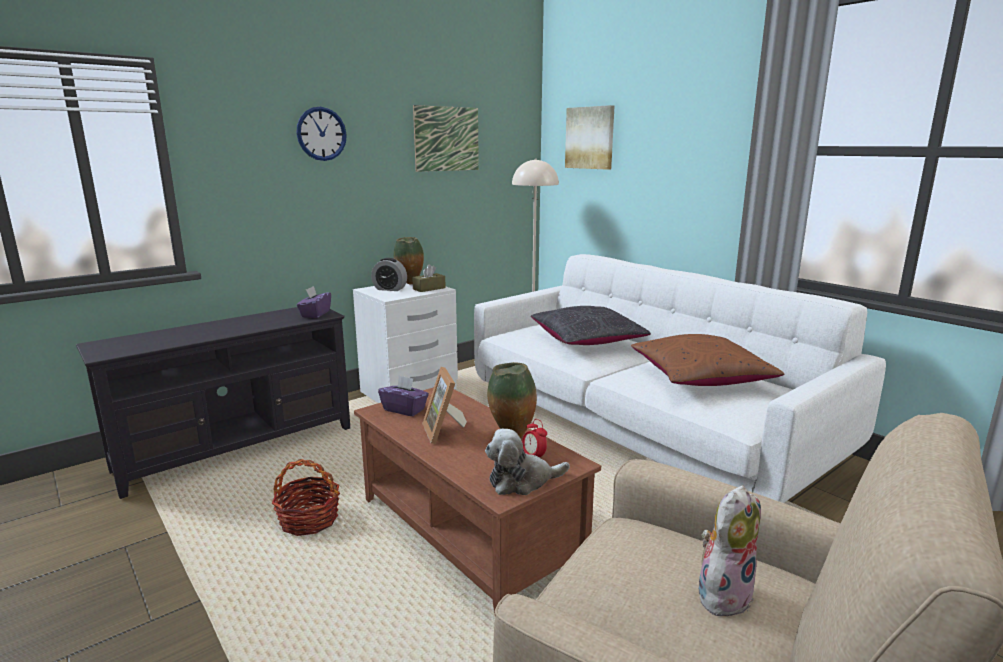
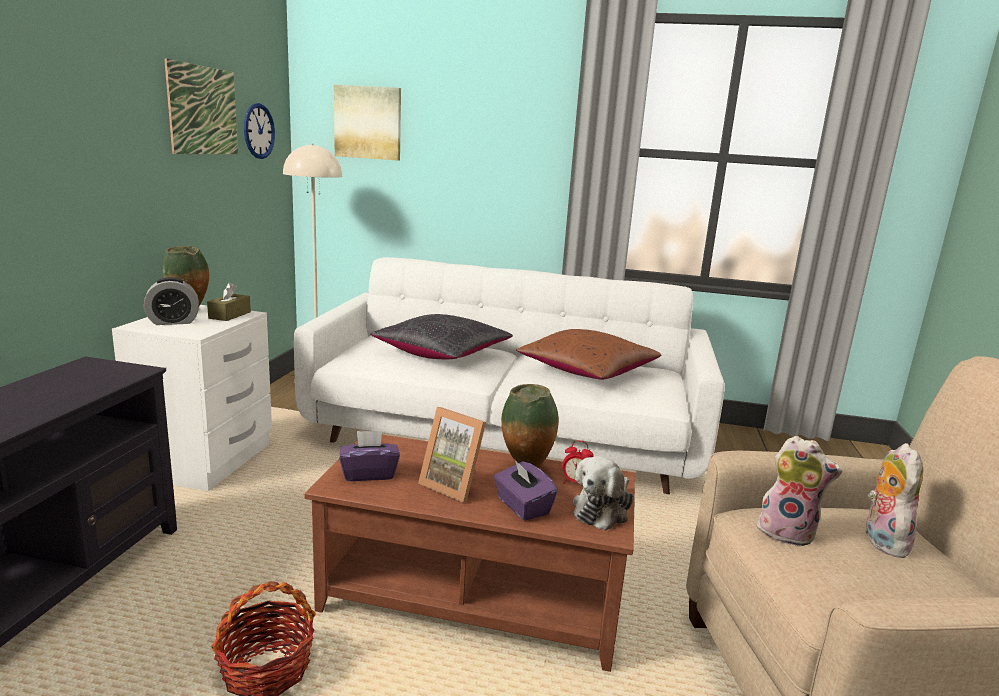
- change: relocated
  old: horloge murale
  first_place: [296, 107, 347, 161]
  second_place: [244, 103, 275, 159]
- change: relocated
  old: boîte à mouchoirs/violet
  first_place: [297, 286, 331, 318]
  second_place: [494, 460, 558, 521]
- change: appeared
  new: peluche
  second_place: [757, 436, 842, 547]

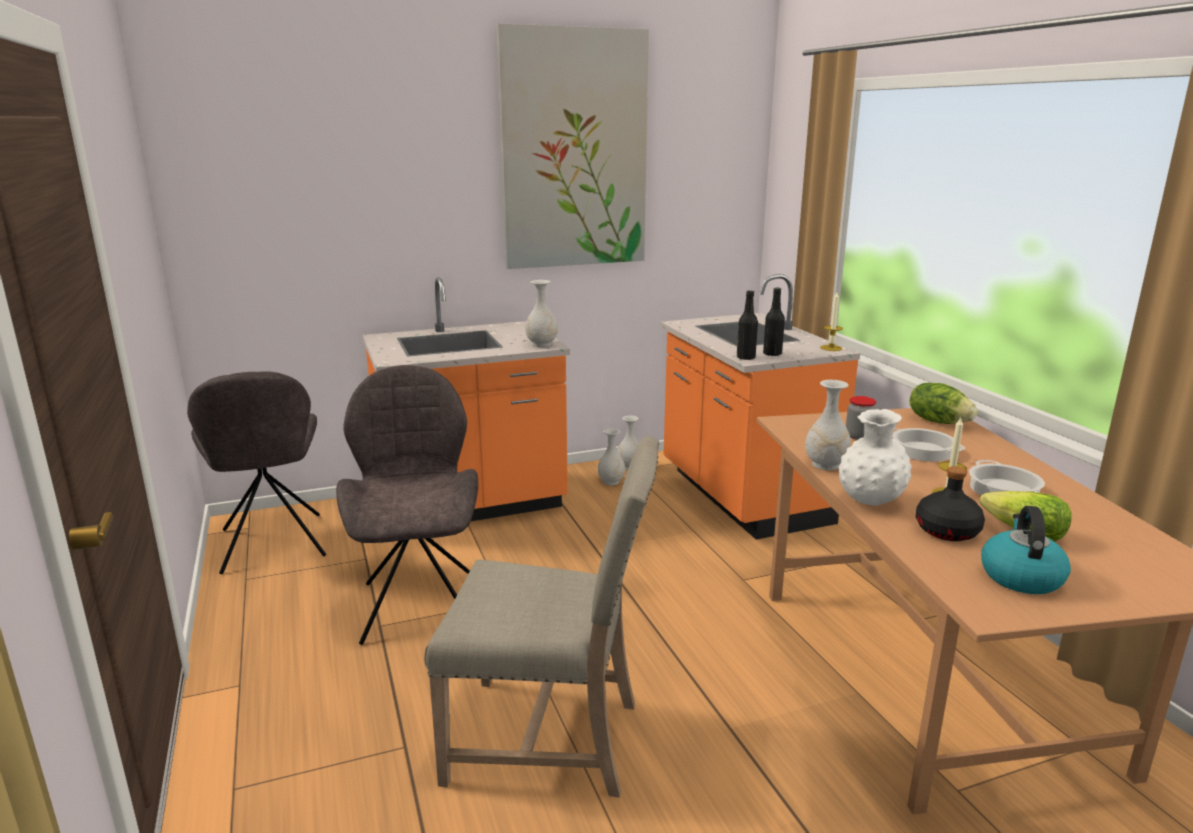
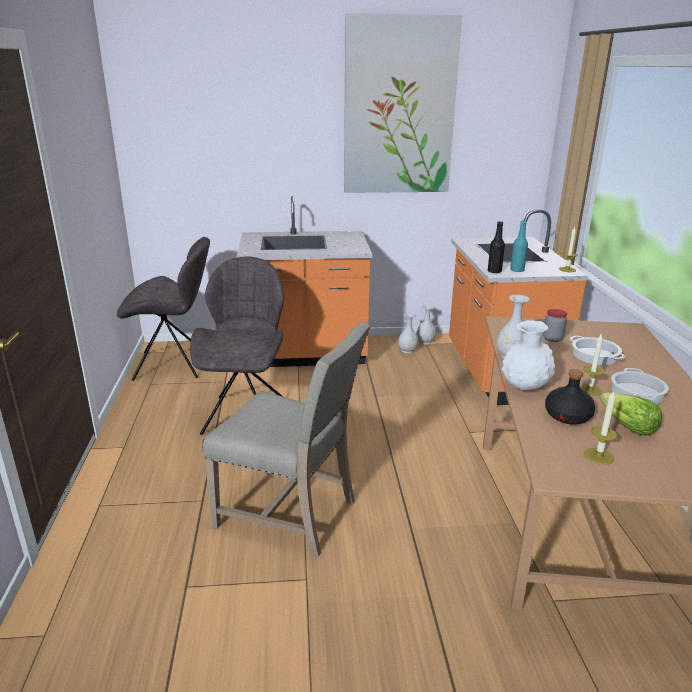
- change: spun
  old: chaise/gris
  first_place: [187, 371, 326, 574]
  second_place: [117, 237, 210, 381]
  degrees: -90
- change: colour
  old: bouteille/noir
  new: bouteille/turquoise
  first_place: [763, 288, 785, 356]
  second_place: [510, 220, 528, 272]
- change: exchanged
  old: bouilloire
  new: bougie
  first_place: [981, 506, 1071, 594]
  second_place: [585, 391, 617, 465]
- change: missing
  old: vase/blanc
  first_place: [525, 280, 558, 347]
- change: missing
  old: laitue
  first_place: [909, 383, 977, 424]

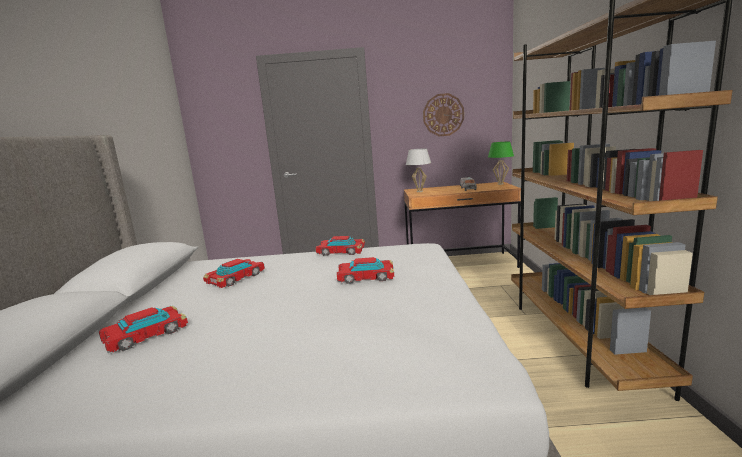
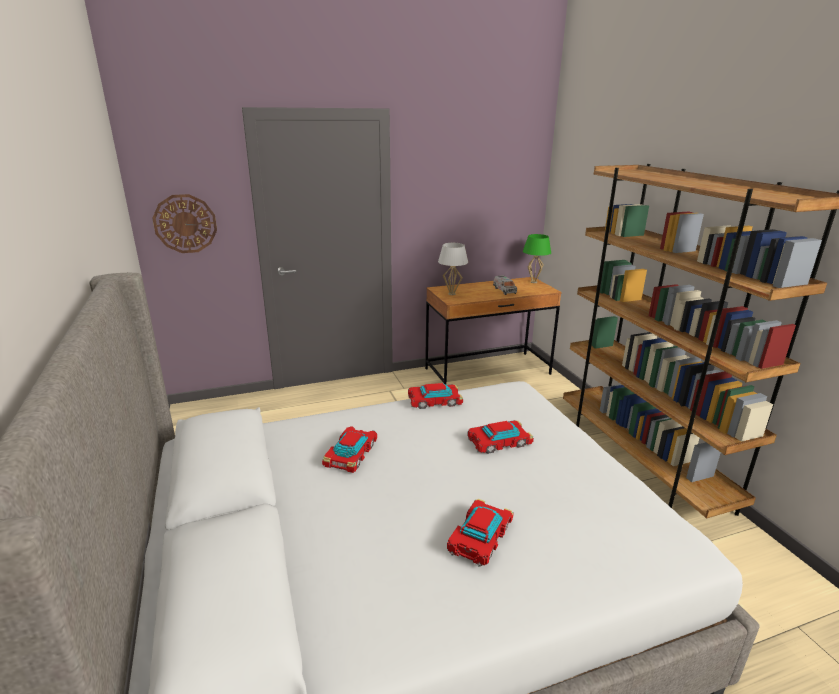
- change: relocated
  old: horloge murale
  first_place: [423, 93, 464, 136]
  second_place: [152, 194, 217, 253]
- change: relocated
  old: petite voiture
  first_place: [99, 306, 188, 353]
  second_place: [447, 499, 514, 567]

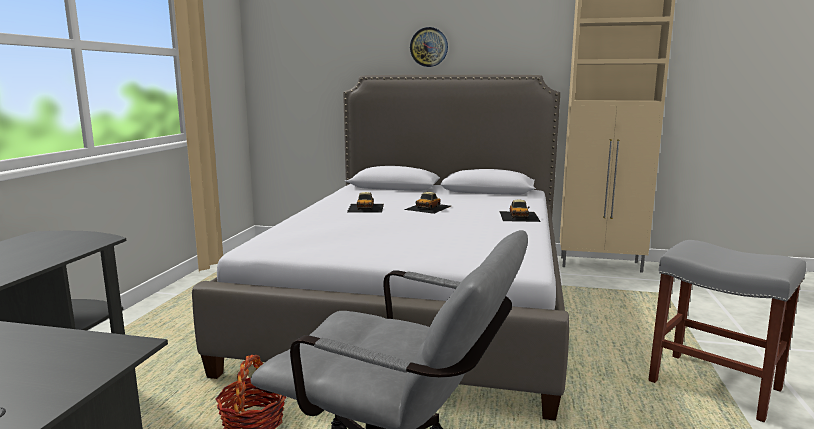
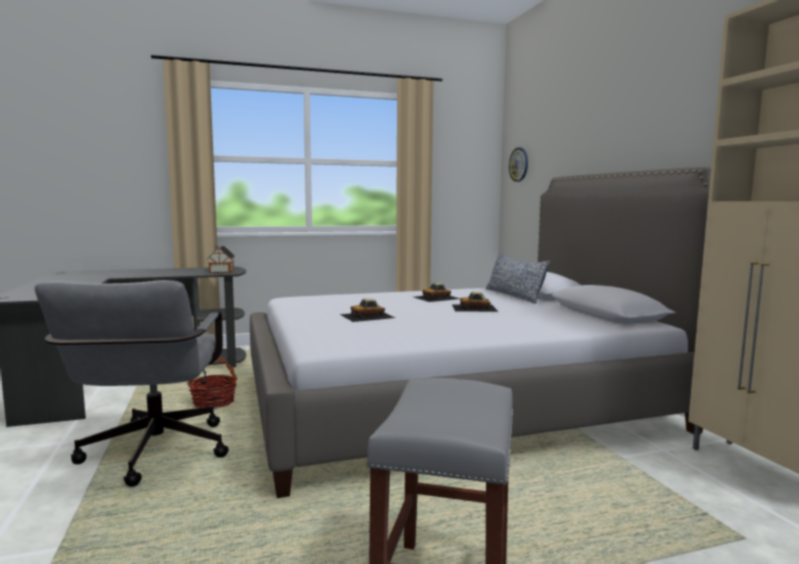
- change: appeared
  new: maison miniature
  second_place: [208, 245, 235, 273]
- change: relocated
  old: petite voiture
  first_place: [499, 200, 541, 222]
  second_place: [340, 298, 395, 322]
- change: appeared
  new: coussin
  second_place: [485, 253, 550, 304]
- change: relocated
  old: horloge murale
  first_place: [410, 27, 448, 67]
  second_place: [509, 147, 528, 182]

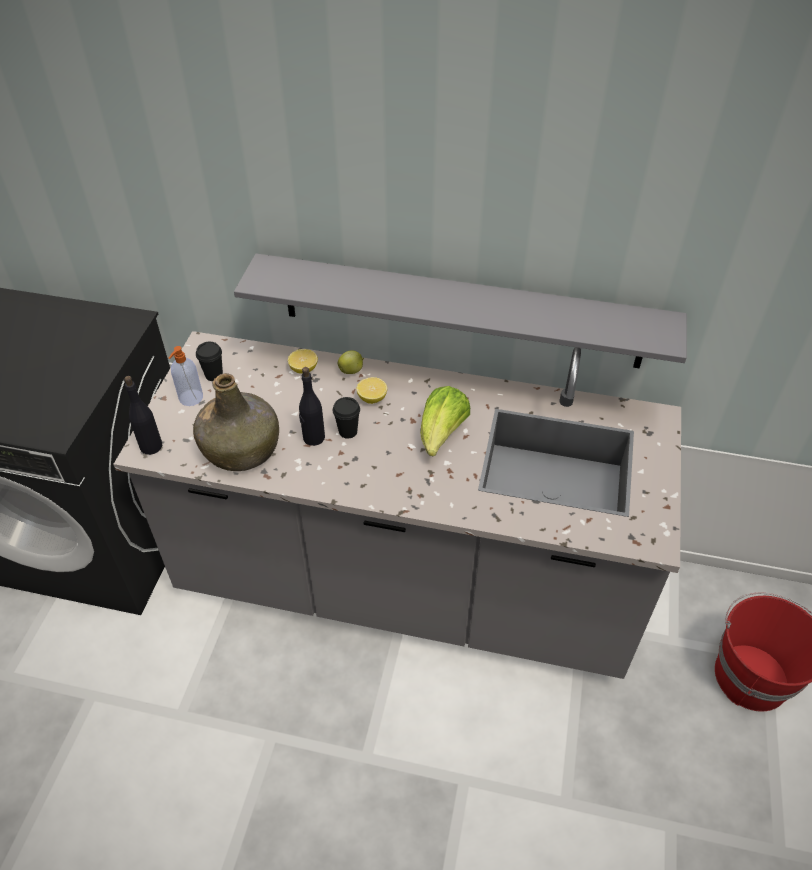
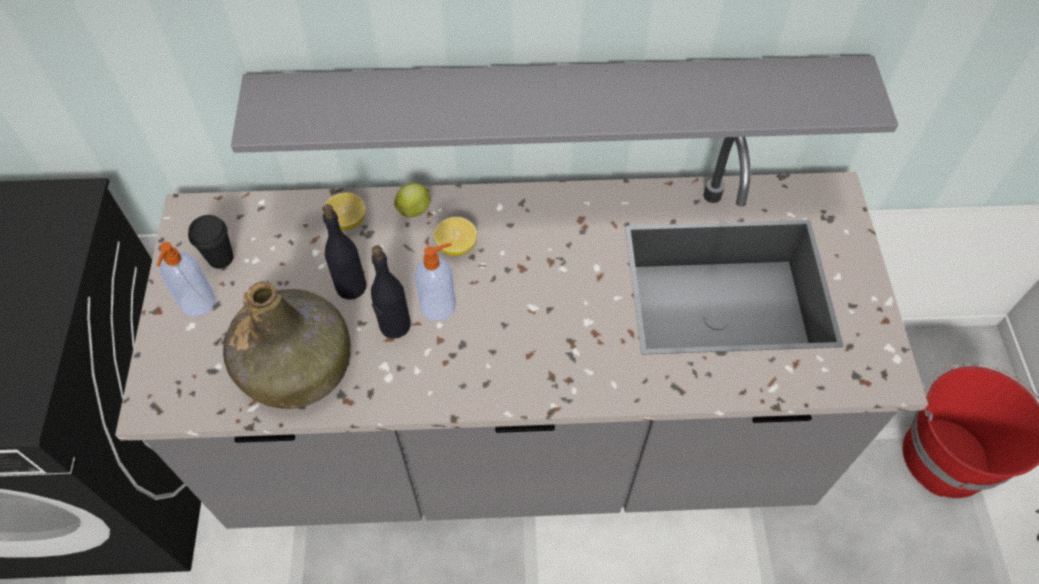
- change: relocated
  old: bouteille/noir
  first_place: [124, 376, 162, 455]
  second_place: [322, 204, 366, 300]
- change: exchanged
  old: tasse/noir
  new: distributeur de savon
  first_place: [333, 397, 360, 439]
  second_place: [415, 243, 456, 321]
- change: missing
  old: laitue
  first_place: [420, 386, 470, 456]

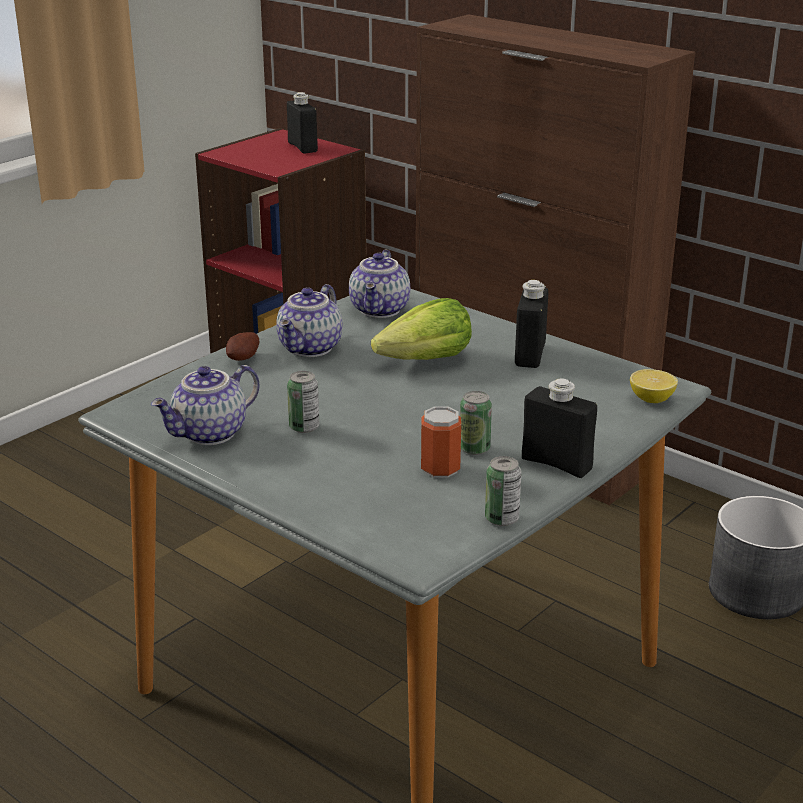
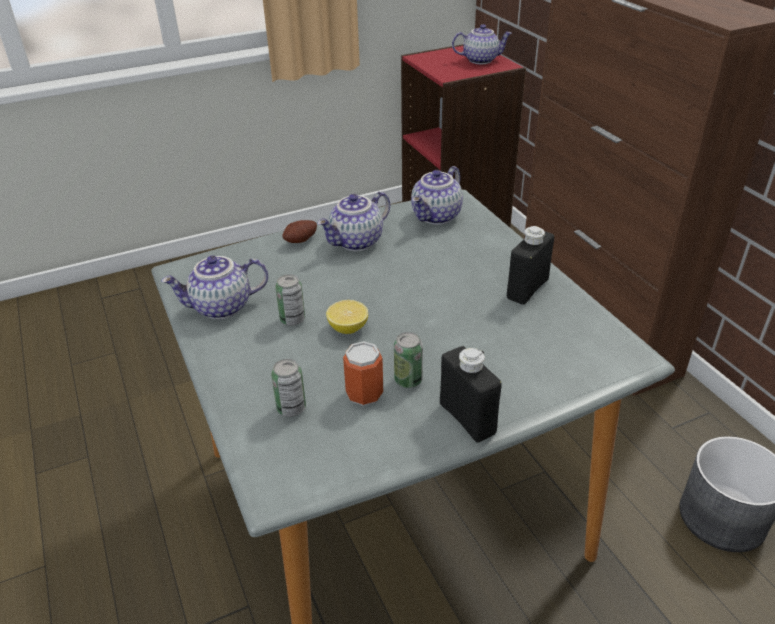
- change: relocated
  old: boîte métallique
  first_place: [485, 456, 522, 526]
  second_place: [271, 359, 306, 417]
- change: relocated
  old: citron
  first_place: [630, 369, 678, 403]
  second_place: [326, 300, 368, 334]
- change: exchanged
  old: bouteille/noir
  new: théière
  first_place: [287, 92, 318, 154]
  second_place: [452, 24, 512, 64]
- change: missing
  old: laitue
  first_place: [371, 298, 472, 360]

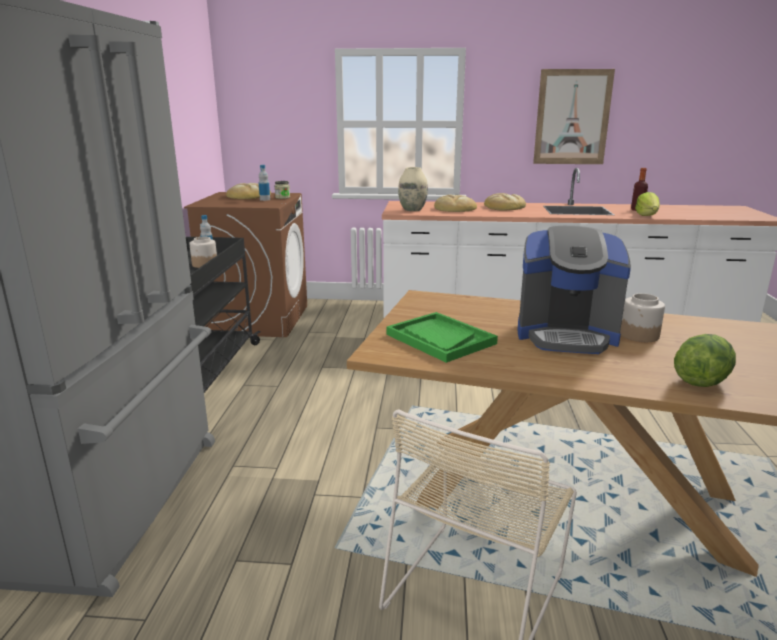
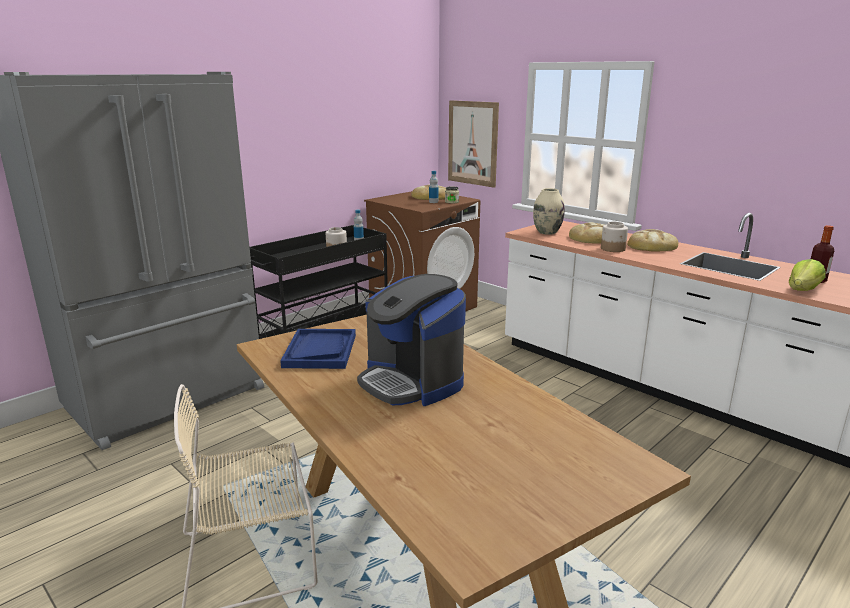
- change: colour
  old: plateau/vert
  new: plateau/bleu
  first_place: [386, 312, 498, 363]
  second_place: [280, 329, 356, 369]
- change: relocated
  old: tableau
  first_place: [533, 69, 615, 164]
  second_place: [448, 100, 499, 188]
- change: relocated
  old: bocal
  first_place: [620, 293, 665, 342]
  second_place: [601, 222, 628, 252]
- change: missing
  old: laitue
  first_place: [674, 334, 736, 387]

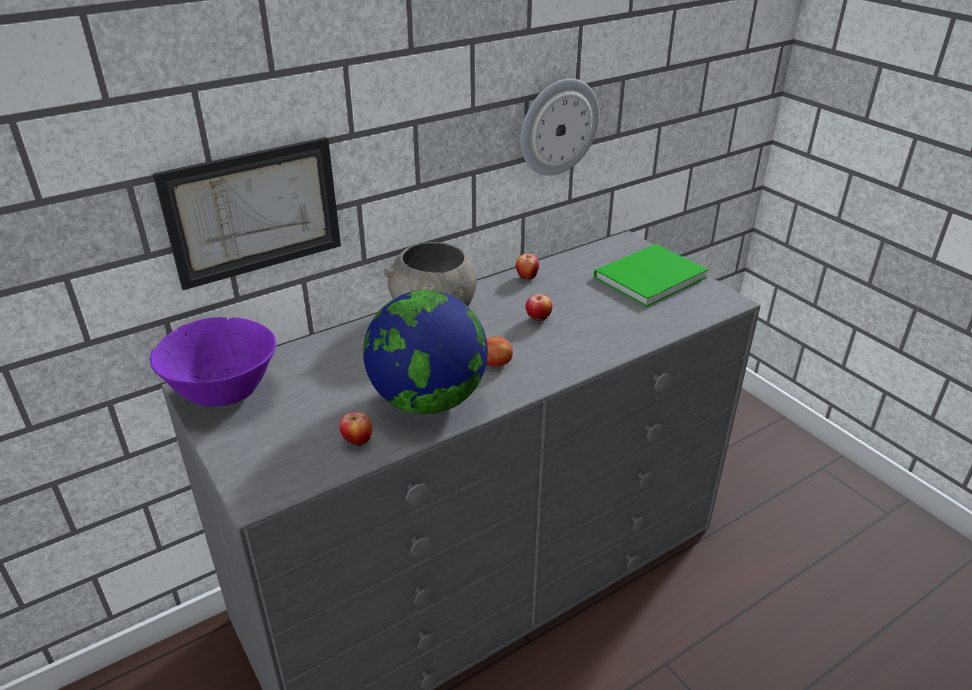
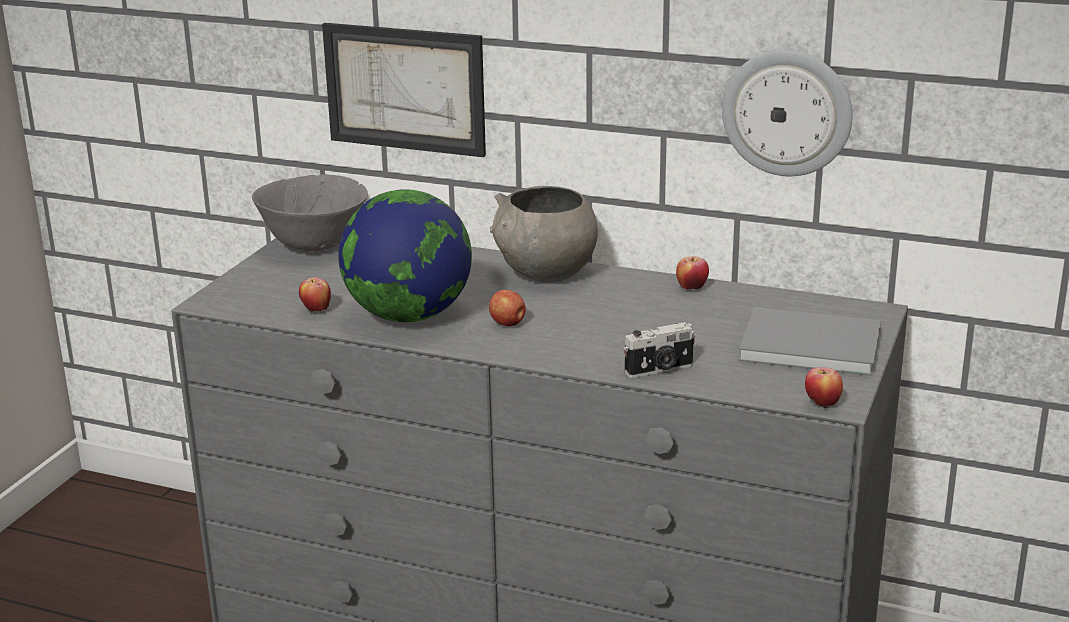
- change: colour
  old: bol/violet
  new: bol/gris
  first_place: [150, 317, 276, 407]
  second_place: [252, 174, 368, 252]
- change: appeared
  new: appareil photo
  second_place: [624, 322, 695, 378]
- change: colour
  old: livre/vert
  new: livre/gris
  first_place: [594, 244, 709, 307]
  second_place: [738, 307, 881, 376]
- change: relocated
  old: pomme
  first_place: [525, 294, 552, 321]
  second_place: [805, 367, 843, 408]

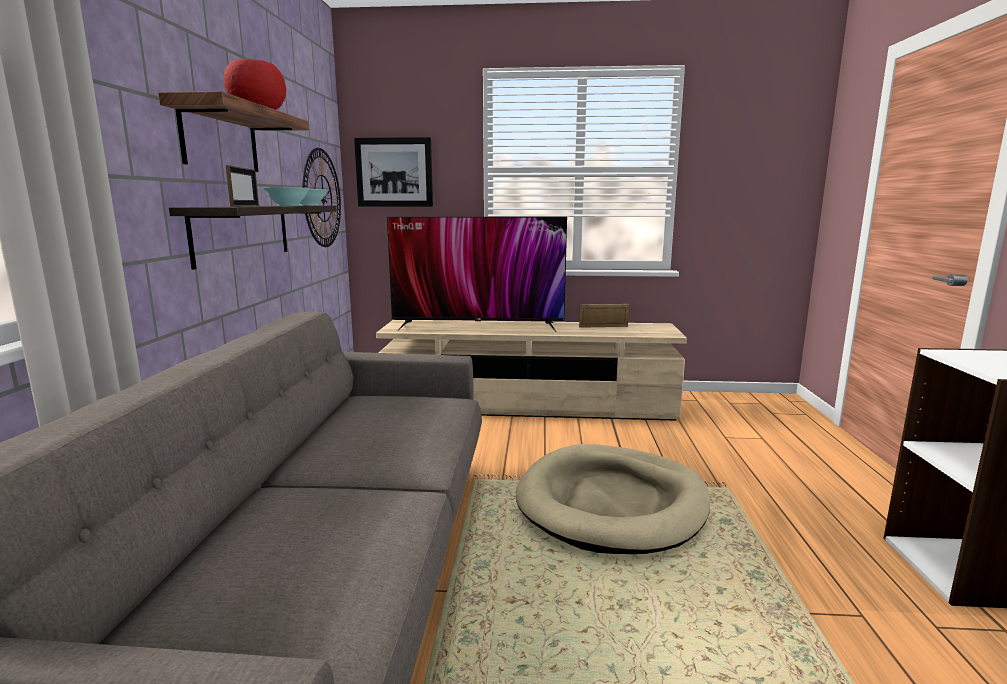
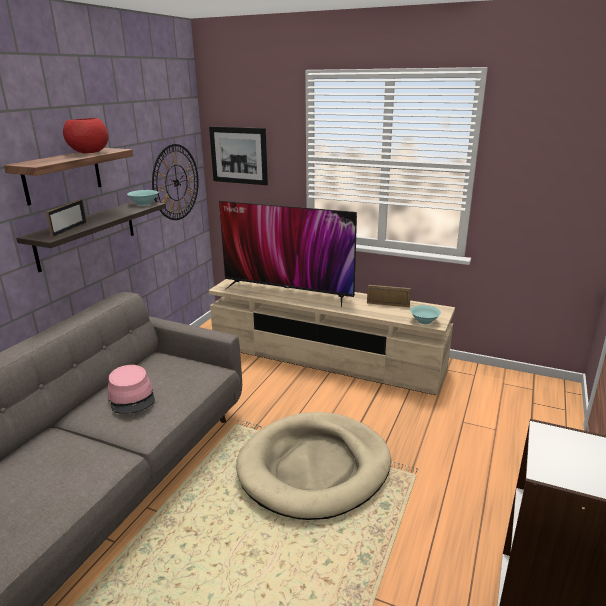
- change: appeared
  new: chapeau/rose
  second_place: [107, 365, 155, 414]
- change: relocated
  old: bol/turquoise
  first_place: [262, 187, 310, 206]
  second_place: [410, 305, 441, 324]

